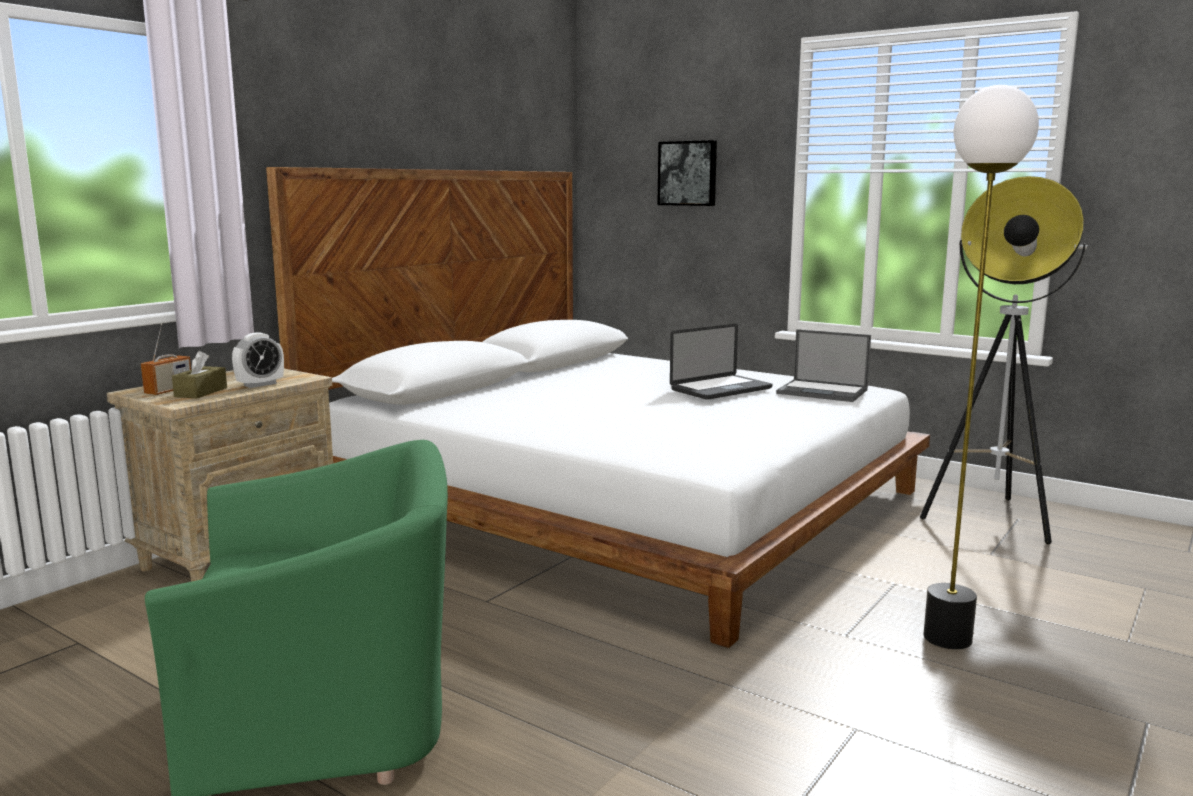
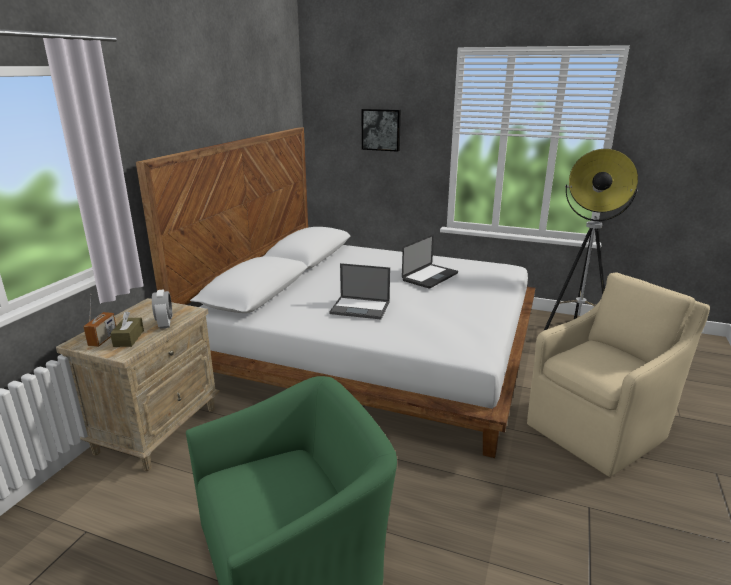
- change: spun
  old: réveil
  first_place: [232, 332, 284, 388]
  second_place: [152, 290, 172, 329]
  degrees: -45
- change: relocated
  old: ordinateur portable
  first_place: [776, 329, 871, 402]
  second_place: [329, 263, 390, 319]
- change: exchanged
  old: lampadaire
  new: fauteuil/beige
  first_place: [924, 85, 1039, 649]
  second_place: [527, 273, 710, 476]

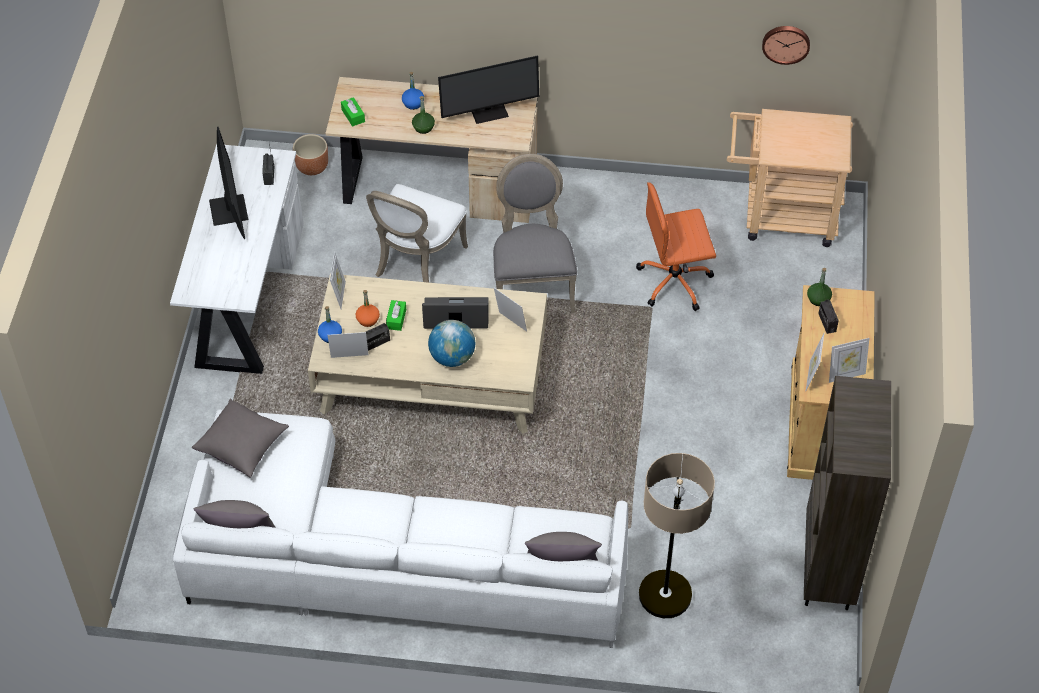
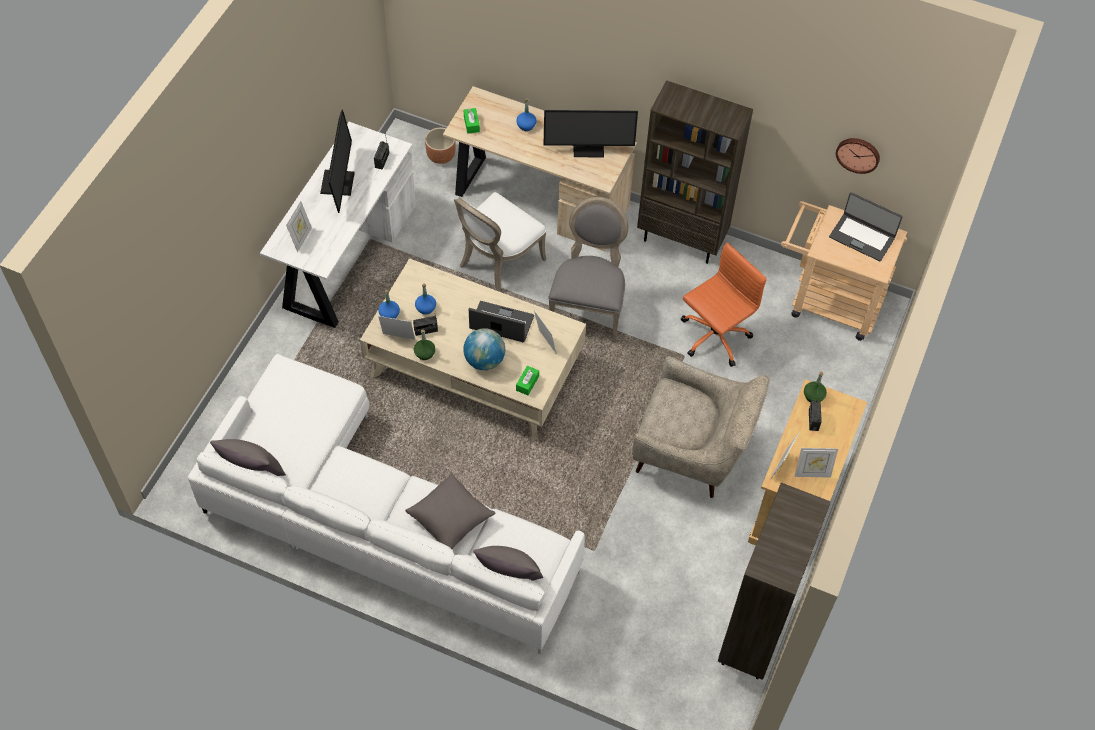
- change: relocated
  old: cadre photo
  first_place: [330, 252, 346, 309]
  second_place: [286, 201, 312, 252]
- change: relocated
  old: coussin/gris
  first_place: [192, 398, 289, 478]
  second_place: [405, 472, 496, 549]
- change: relocated
  old: bouteille/vert
  first_place: [412, 96, 435, 134]
  second_place: [414, 330, 435, 360]
- change: colour
  old: bouteille/orange
  new: bouteille/bleu
  first_place: [356, 290, 380, 327]
  second_place: [415, 284, 436, 315]
- change: relocated
  old: boîte à mouchoirs/vert
  first_place: [386, 300, 406, 331]
  second_place: [516, 366, 539, 395]
- change: appeared
  new: fauteuil/beige
  second_place: [632, 356, 770, 498]
- change: appeared
  new: bibliothèque/marron
  second_place: [637, 80, 753, 264]
- change: spun
  old: chaise de bureau/orange
  first_place: [636, 182, 716, 311]
  second_place: [681, 242, 767, 367]
  degrees: 135
- change: appeared
  new: ordinateur portable
  second_place: [829, 192, 903, 261]
- change: missing
  old: lampadaire
  first_place: [639, 453, 715, 618]

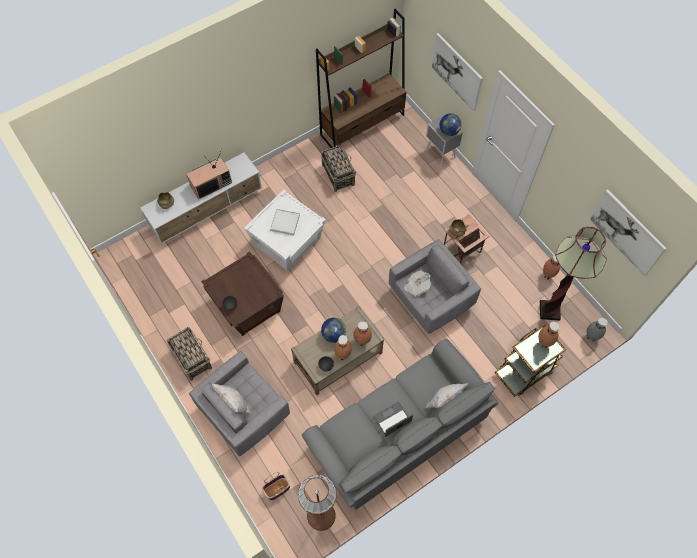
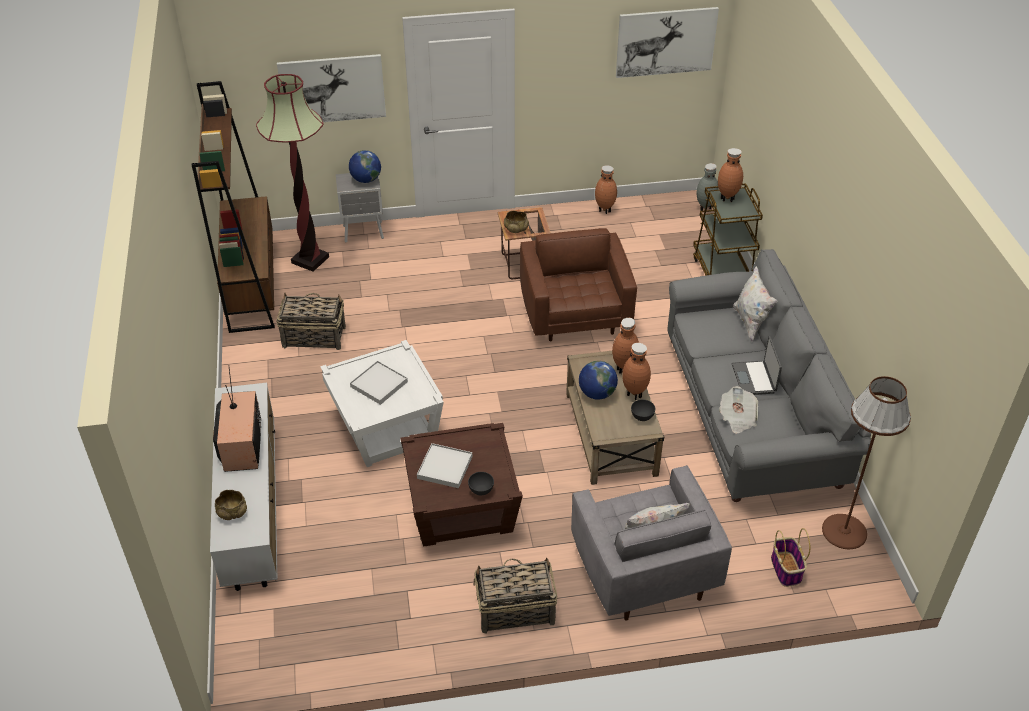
- change: relocated
  old: lampadaire
  first_place: [540, 227, 607, 321]
  second_place: [256, 74, 329, 272]
- change: appeared
  new: plateau/blanc
  second_place: [417, 443, 472, 488]
- change: colour
  old: fauteuil/gris
  new: fauteuil/marron
  first_place: [389, 239, 481, 334]
  second_place: [520, 228, 637, 341]
- change: relocated
  old: journal
  first_place: [404, 270, 431, 297]
  second_place: [719, 386, 758, 434]

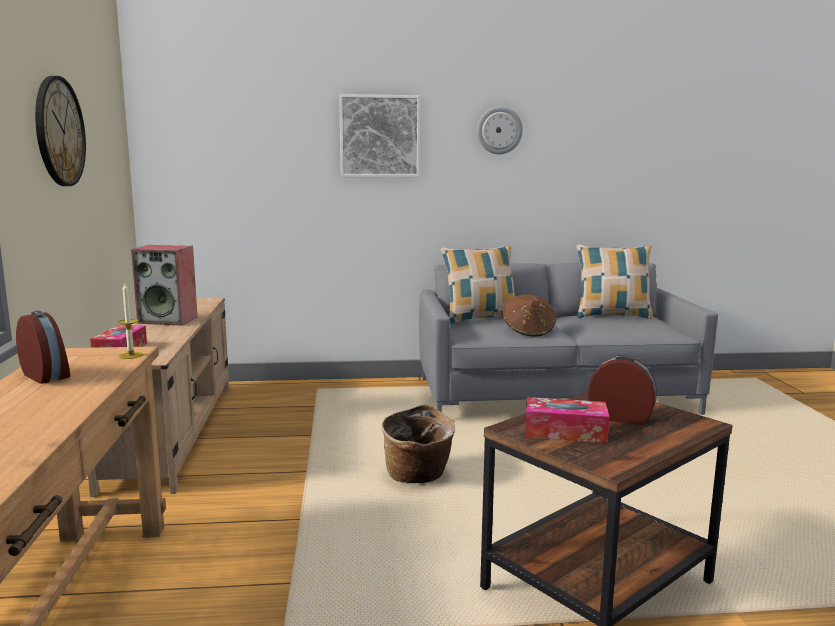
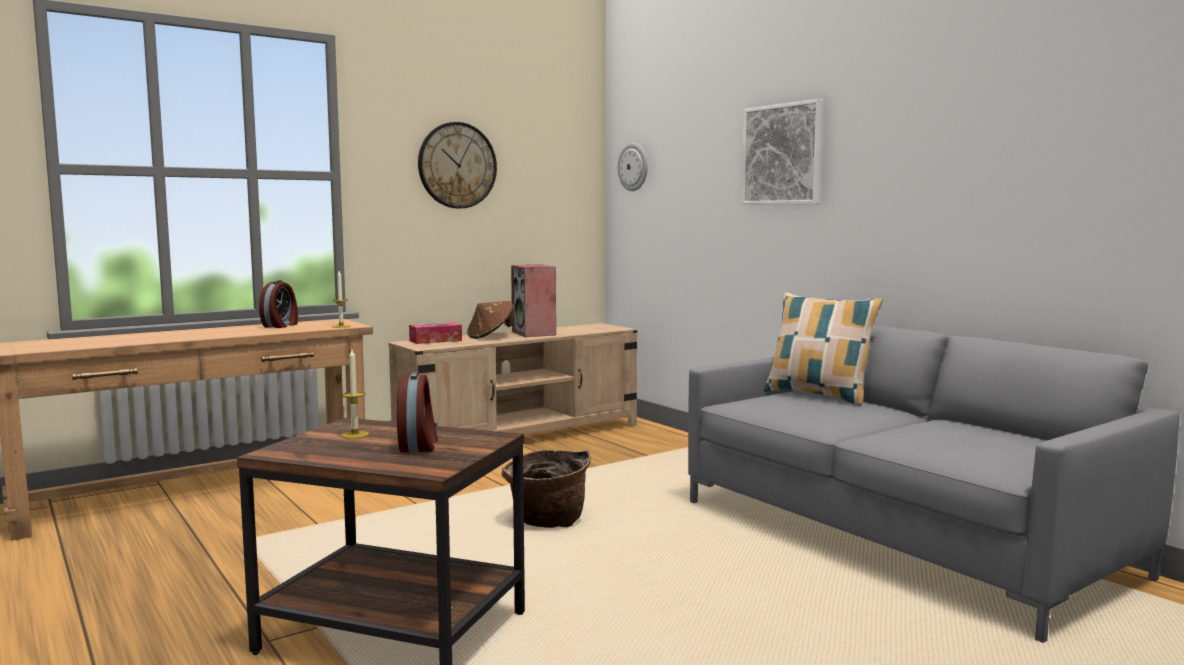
- change: exchanged
  old: boîte à mouchoirs
  new: bougie
  first_place: [525, 397, 610, 443]
  second_place: [341, 350, 369, 439]
- change: relocated
  old: chapeau/marron
  first_place: [503, 294, 556, 337]
  second_place: [467, 301, 514, 339]
- change: relocated
  old: horloge murale
  first_place: [477, 106, 523, 154]
  second_place: [618, 143, 648, 191]
- change: missing
  old: coussin
  first_place: [577, 245, 653, 319]

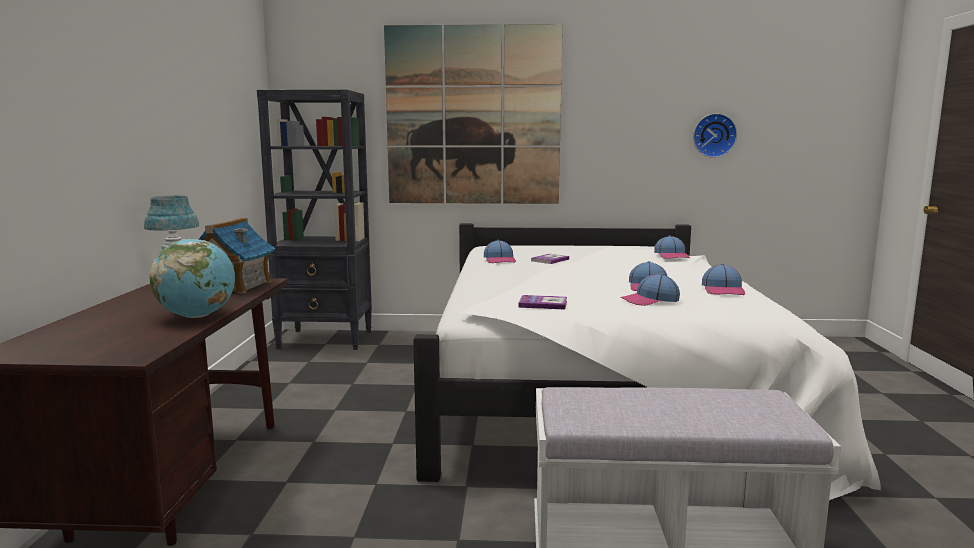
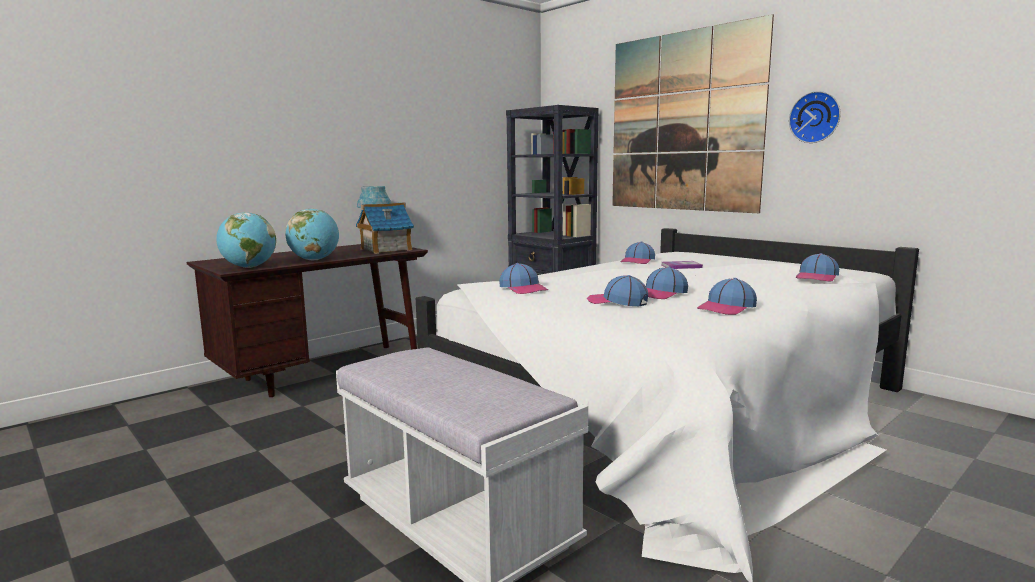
- change: appeared
  new: globe
  second_place: [216, 212, 276, 268]
- change: exchanged
  old: livre
  new: casquette
  first_place: [518, 295, 567, 310]
  second_place: [499, 263, 549, 294]
- change: relocated
  old: horloge murale
  first_place: [693, 113, 737, 158]
  second_place: [789, 91, 841, 143]

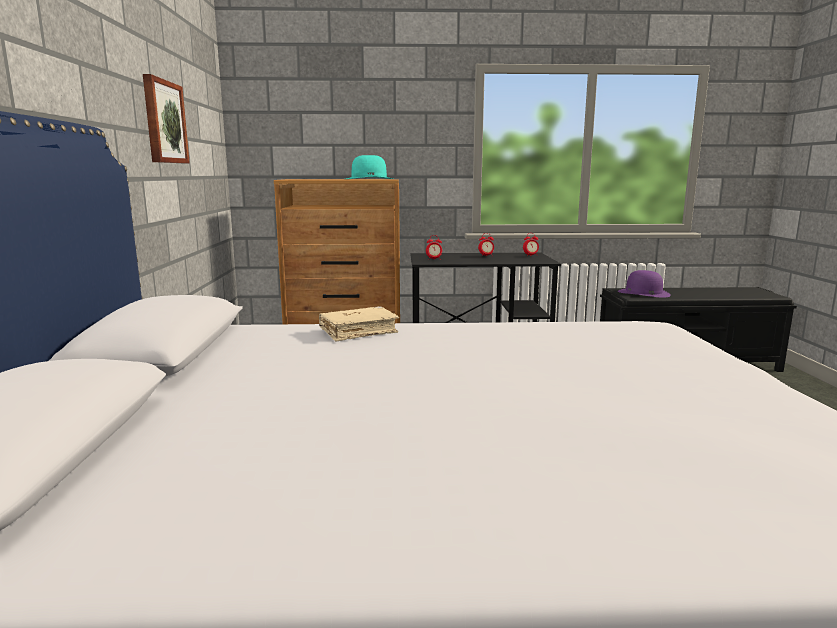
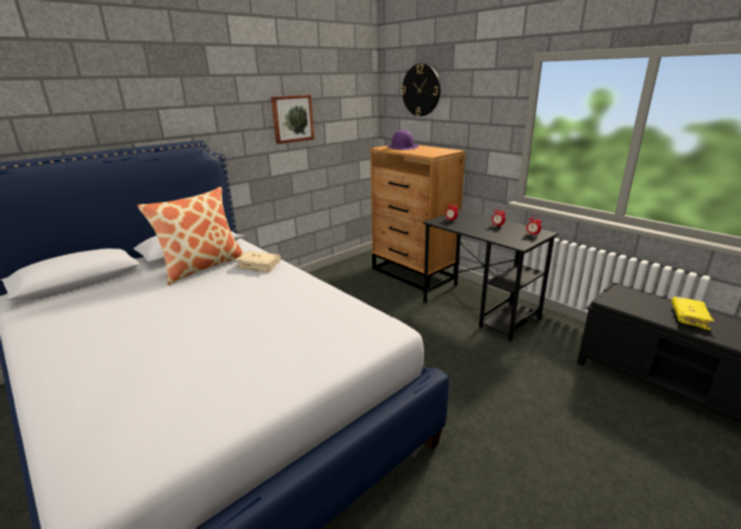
- change: appeared
  new: coussin
  second_place: [137, 187, 244, 285]
- change: relocated
  old: chapeau/violet
  first_place: [618, 270, 671, 298]
  second_place: [387, 130, 419, 150]
- change: appeared
  new: horloge murale
  second_place: [401, 64, 441, 116]
- change: appeared
  new: livre/jaune
  second_place: [671, 296, 714, 330]
- change: missing
  old: chapeau/turquoise
  first_place: [346, 155, 393, 179]

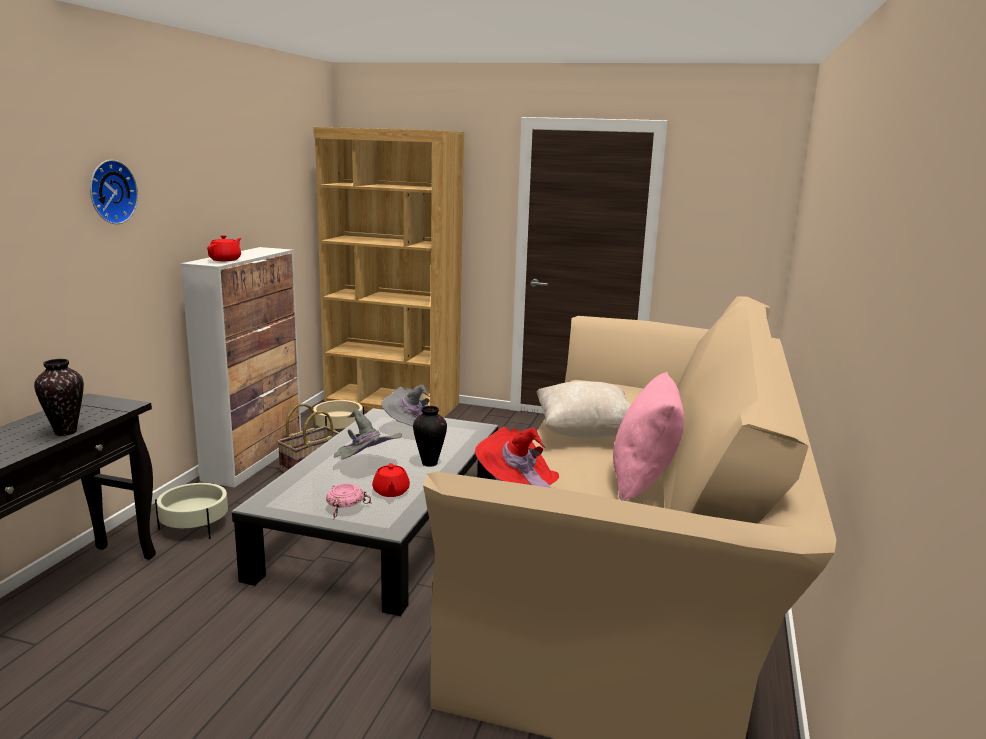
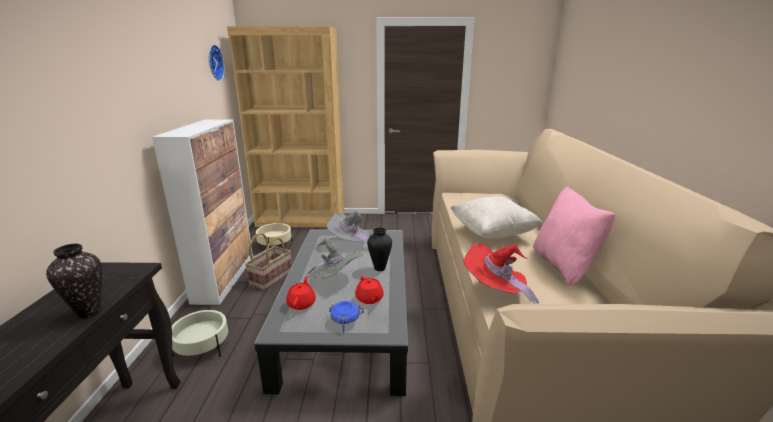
- change: relocated
  old: horloge murale
  first_place: [90, 160, 138, 224]
  second_place: [209, 45, 225, 81]
- change: relocated
  old: théière/rouge
  first_place: [207, 235, 241, 261]
  second_place: [286, 276, 316, 310]
- change: colour
  old: bol/rose
  new: bol/bleu
  first_place: [326, 483, 371, 519]
  second_place: [329, 301, 364, 334]

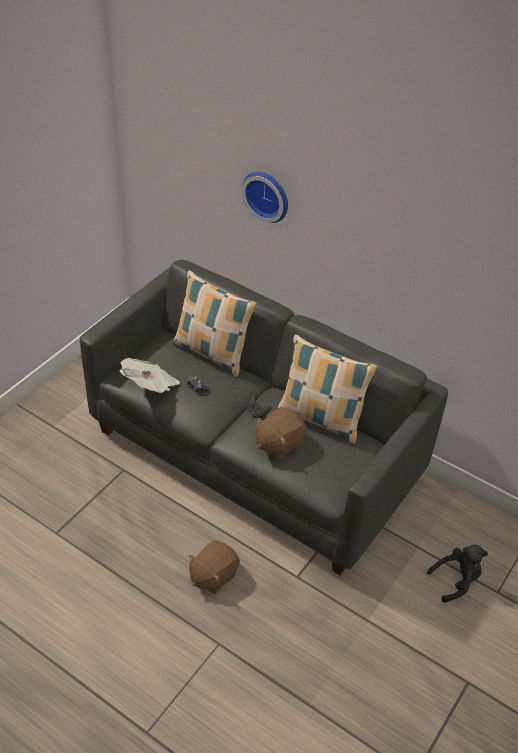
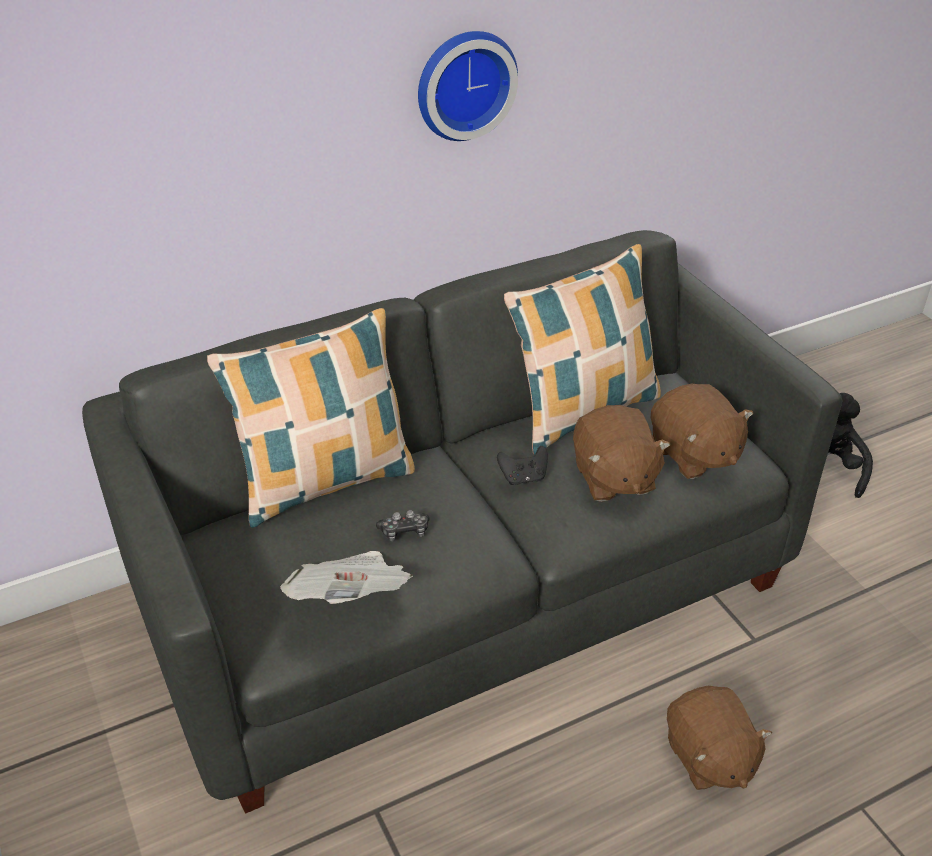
- change: relocated
  old: horloge murale
  first_place: [242, 172, 288, 223]
  second_place: [418, 31, 518, 141]
- change: appeared
  new: peluche/marron
  second_place: [651, 384, 753, 479]

